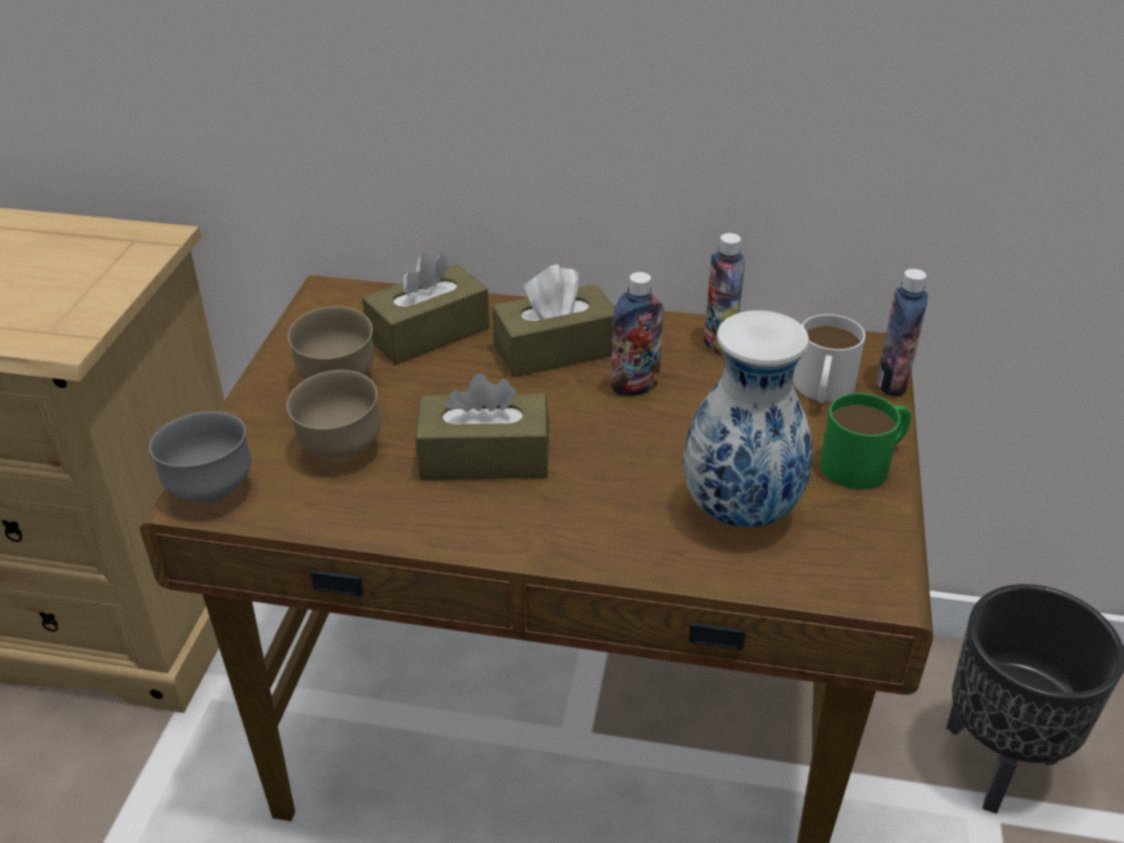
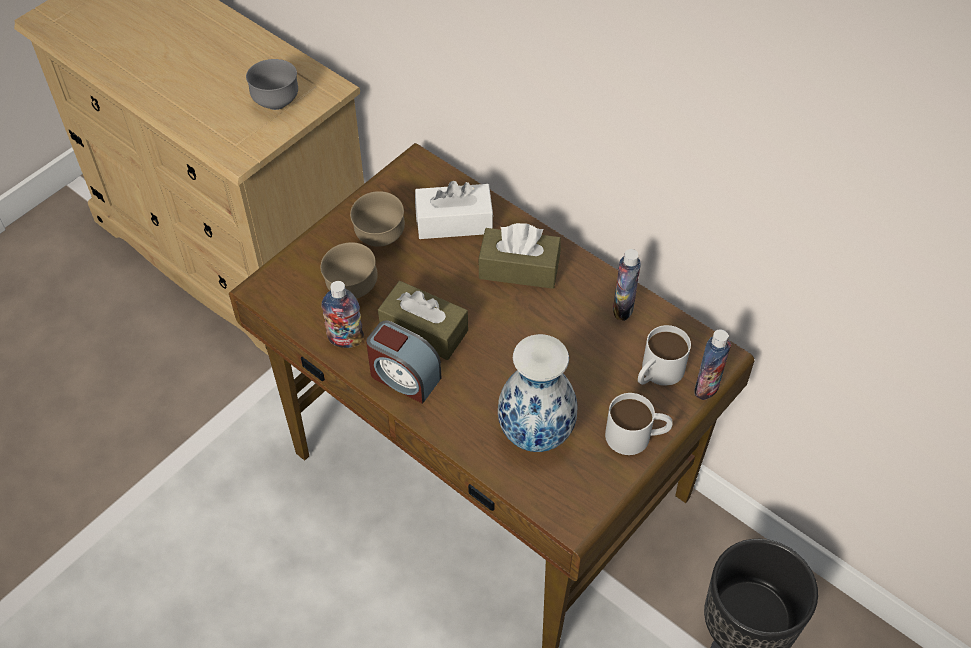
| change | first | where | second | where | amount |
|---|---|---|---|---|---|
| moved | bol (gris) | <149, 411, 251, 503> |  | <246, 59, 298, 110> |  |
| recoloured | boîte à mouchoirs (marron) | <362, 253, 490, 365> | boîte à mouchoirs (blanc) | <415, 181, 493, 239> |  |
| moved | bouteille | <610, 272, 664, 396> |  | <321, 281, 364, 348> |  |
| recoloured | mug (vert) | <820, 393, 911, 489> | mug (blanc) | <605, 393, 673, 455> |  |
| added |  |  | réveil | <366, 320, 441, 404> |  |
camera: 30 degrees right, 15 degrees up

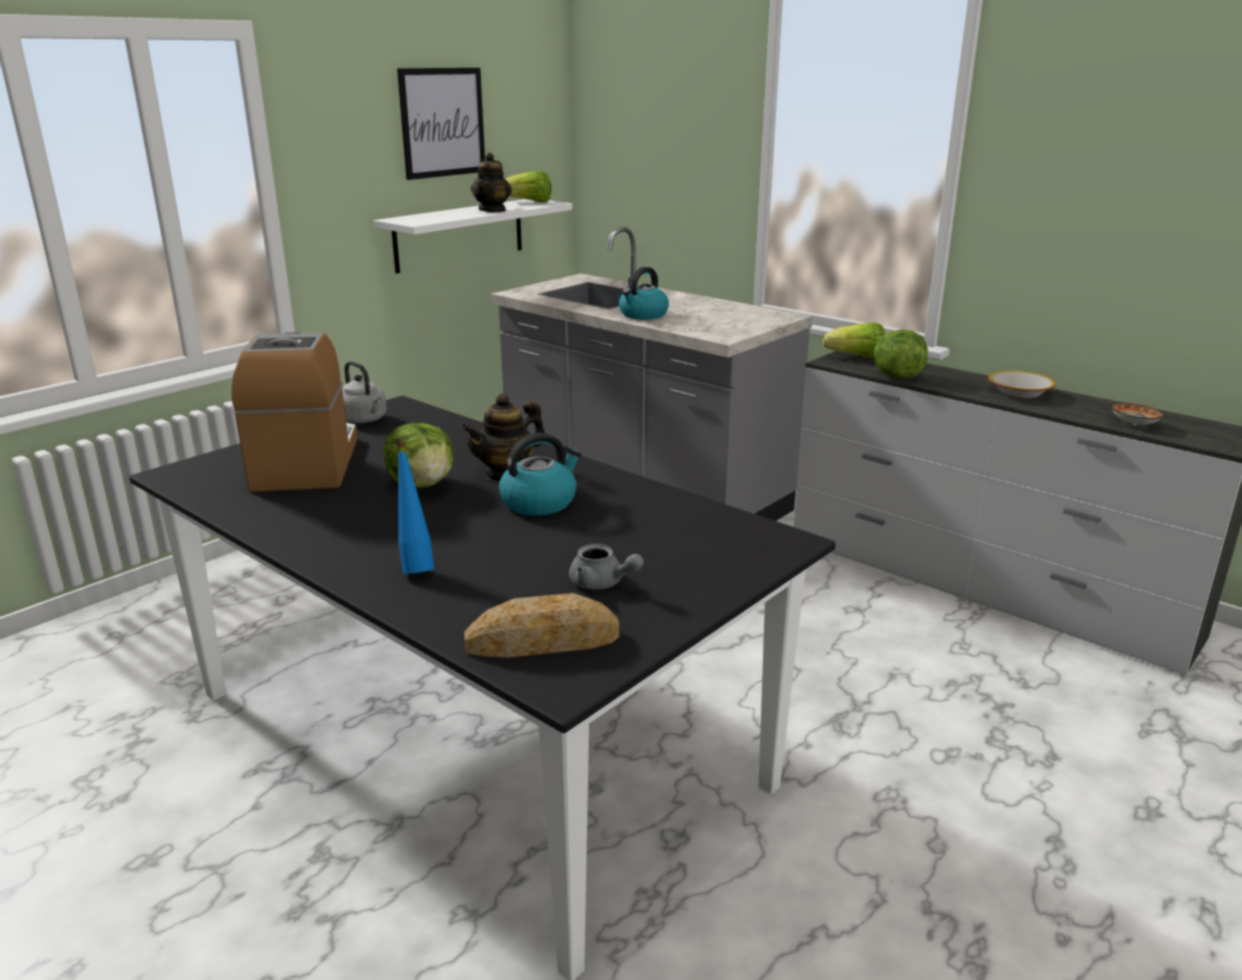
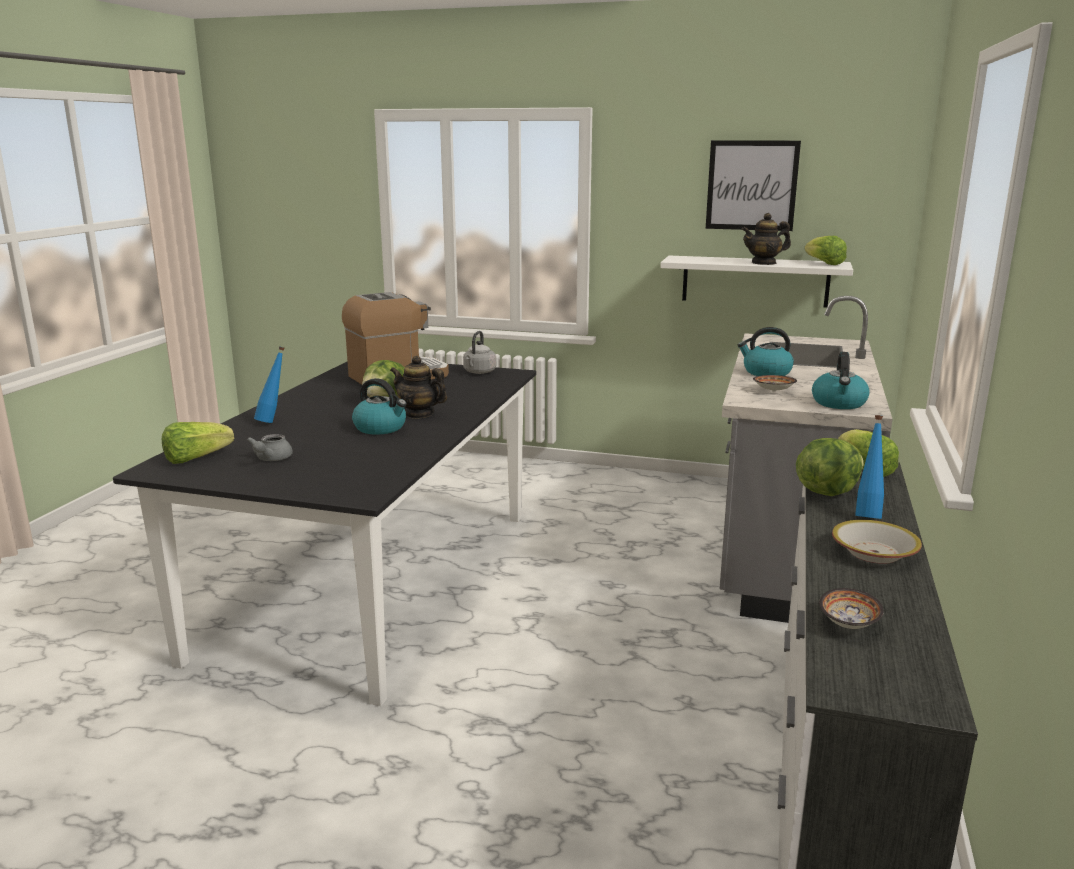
| change | first | where | second | where | amount |
|---|---|---|---|---|---|
| replaced | pain | <464, 593, 619, 658> | laitue | <162, 422, 234, 464> |  |
| added |  |  | bol | <753, 375, 797, 392> |  |
| added |  |  | bouilloire | <812, 352, 870, 409> |  |
| added |  |  | bouteille (bleu) | <855, 415, 884, 519> |  |
camera: 65 degrees right, 5 degrees down

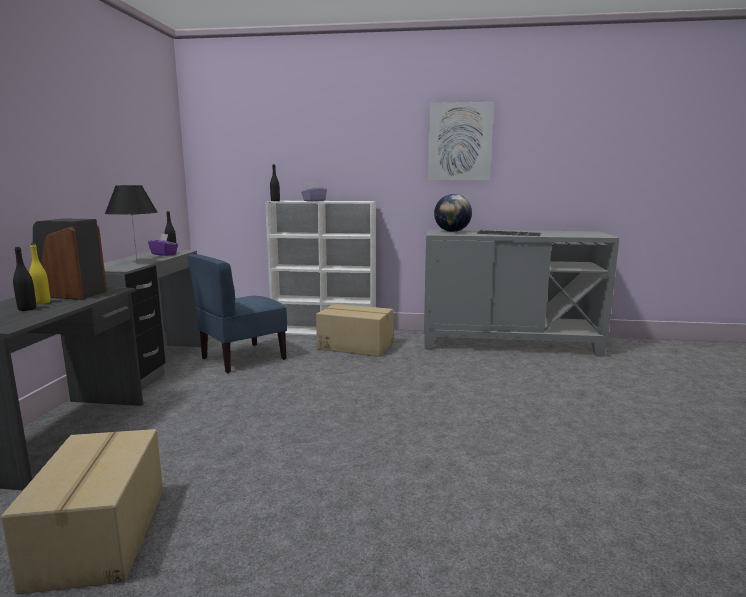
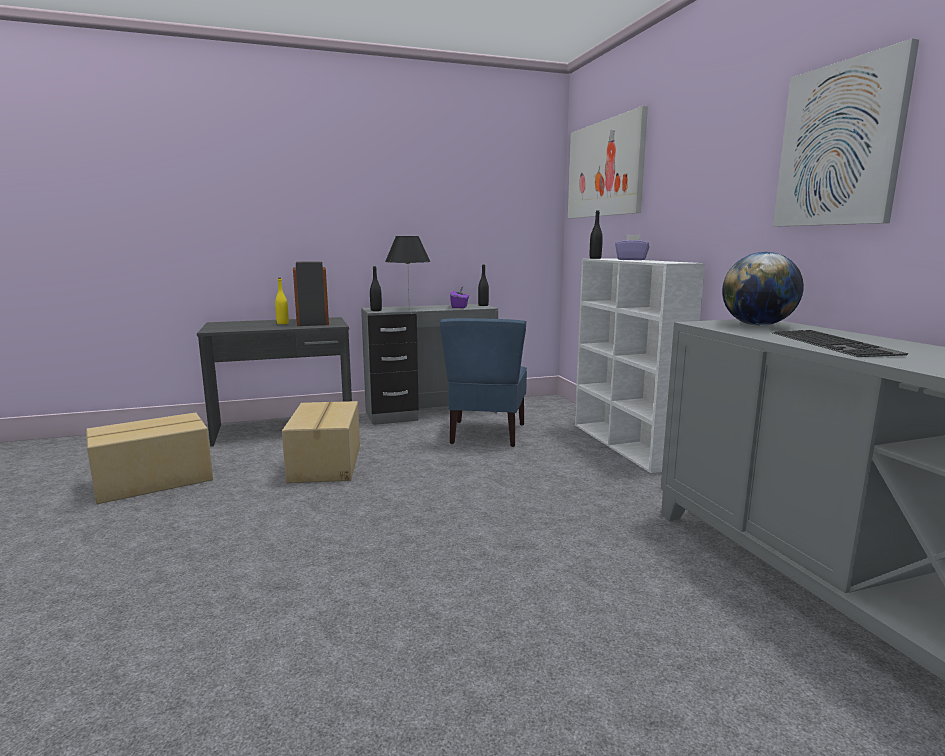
| change | first | where | second | where | amount |
|---|---|---|---|---|---|
| moved | bouteille (noir) | <13, 247, 36, 311> |  | <370, 266, 382, 311> |  |
| turned | chaise (bleu) | <187, 254, 287, 373> |  | <440, 318, 527, 447> | 105 degrees counterclockwise |
| moved | carton | <316, 304, 393, 357> |  | <282, 401, 360, 483> |  |
| added |  |  | tableau | <568, 106, 648, 218> |  |
camera: 65 degrees right, 0 degrees up

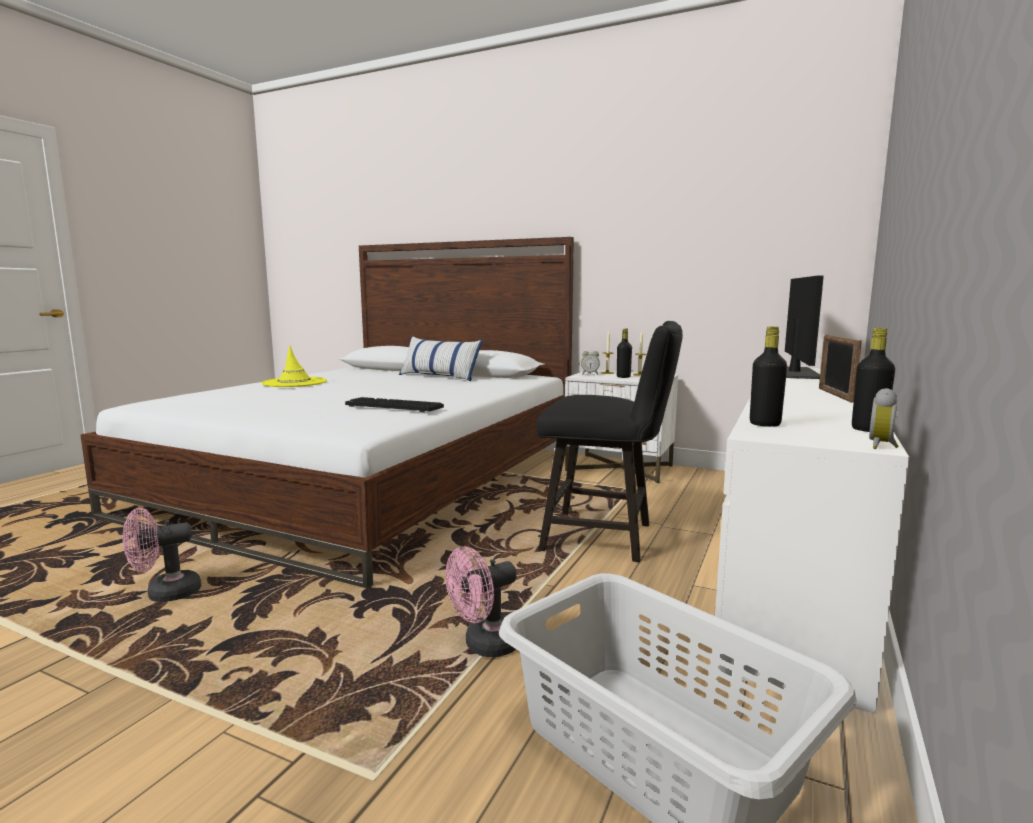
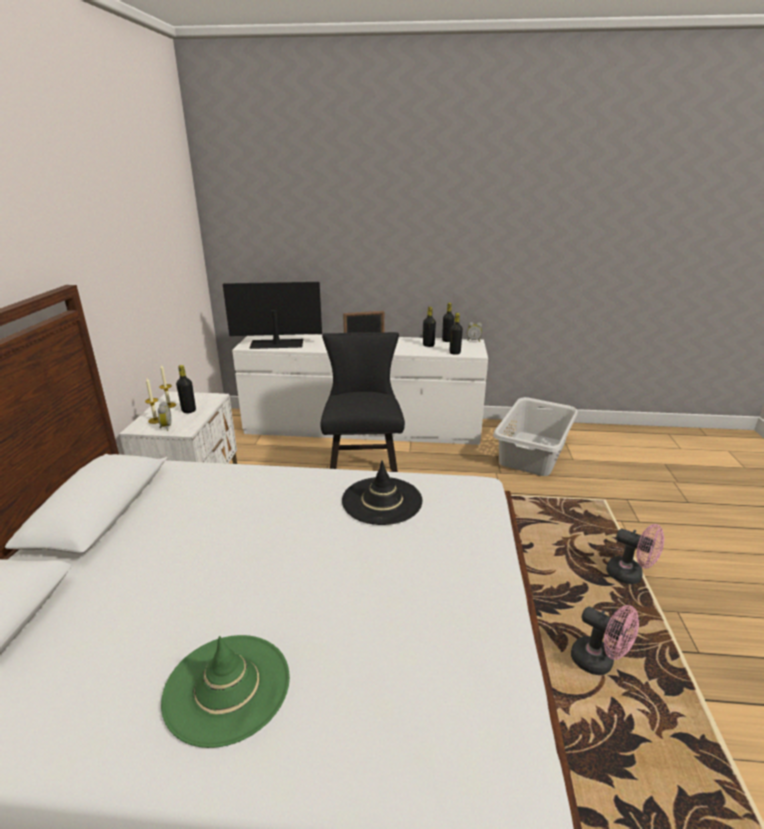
| change | first | where | second | where | amount |
|---|---|---|---|---|---|
| recoloured | chapeau (jaune) | <261, 346, 327, 387> | chapeau (vert) | <161, 635, 290, 748> |  |
| replaced | clavier | <345, 397, 444, 412> | chapeau (noir) | <342, 460, 423, 525> |  |
| removed | coussin | <399, 336, 483, 381> |  |  |  |
| moved | ventilateur (rose) | <446, 546, 517, 657> |  | <606, 524, 664, 584> |  |
| added |  |  | bouteille (noir) | <423, 307, 436, 347> |  |
camera: 110 degrees left, 15 degrees up

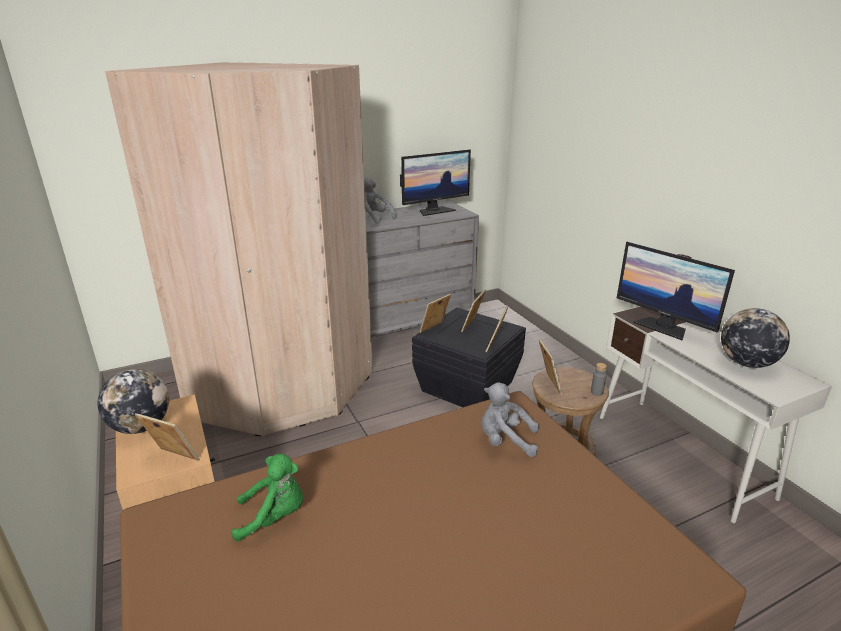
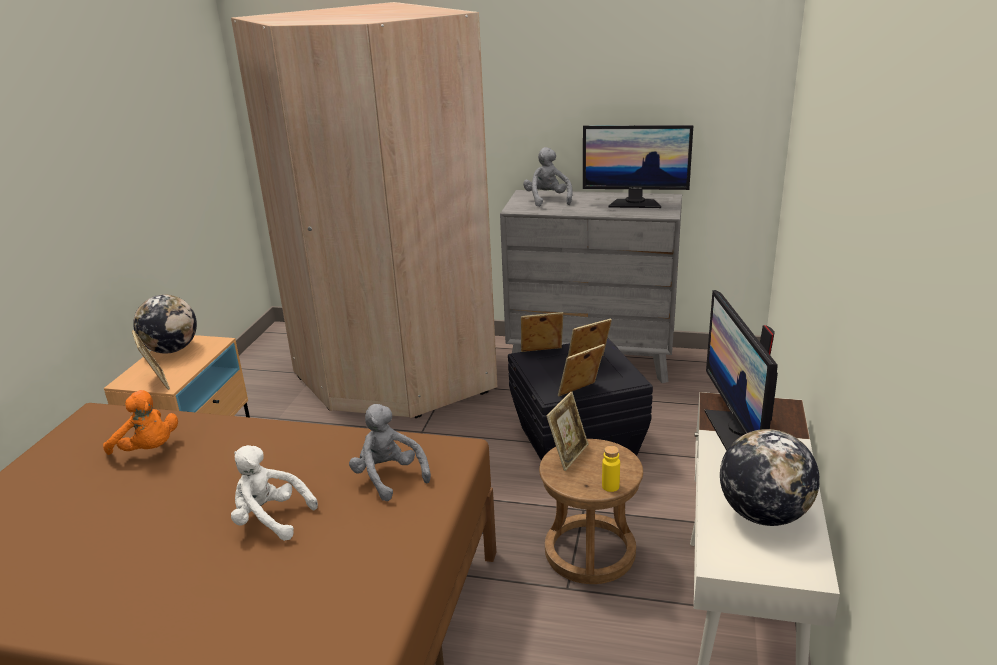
| change | first | where | second | where | amount |
|---|---|---|---|---|---|
| recoloured | peluche (vert) | <231, 454, 303, 542> | peluche (orange) | <103, 390, 178, 455> |  |
| recoloured | bouteille (gris) | <591, 363, 607, 396> | bouteille (jaune) | <602, 446, 620, 492> |  |
| added |  |  | peluche (blanc) | <231, 445, 318, 541> |  |
camera: 40 degrees right, 0 degrees up

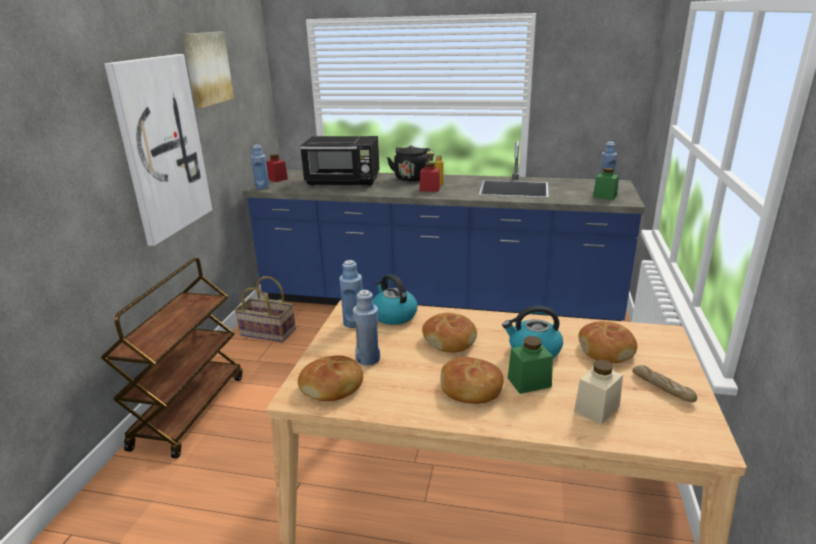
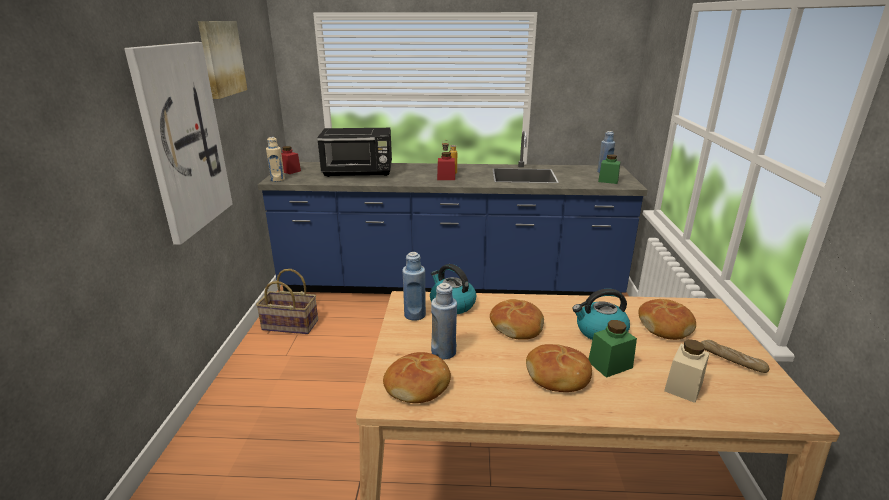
| change | first | where | second | where | amount |
|---|---|---|---|---|---|
| removed | chariot (marron) | <100, 258, 243, 459> |  |  |  |
| recoloured | bouteille (bleu) | <251, 145, 269, 190> | bouteille (beige) | <266, 137, 285, 182> |  |
| removed | bouilloire (noir) | <387, 145, 430, 182> |  |  |  |
camera: 10 degrees left, 0 degrees up

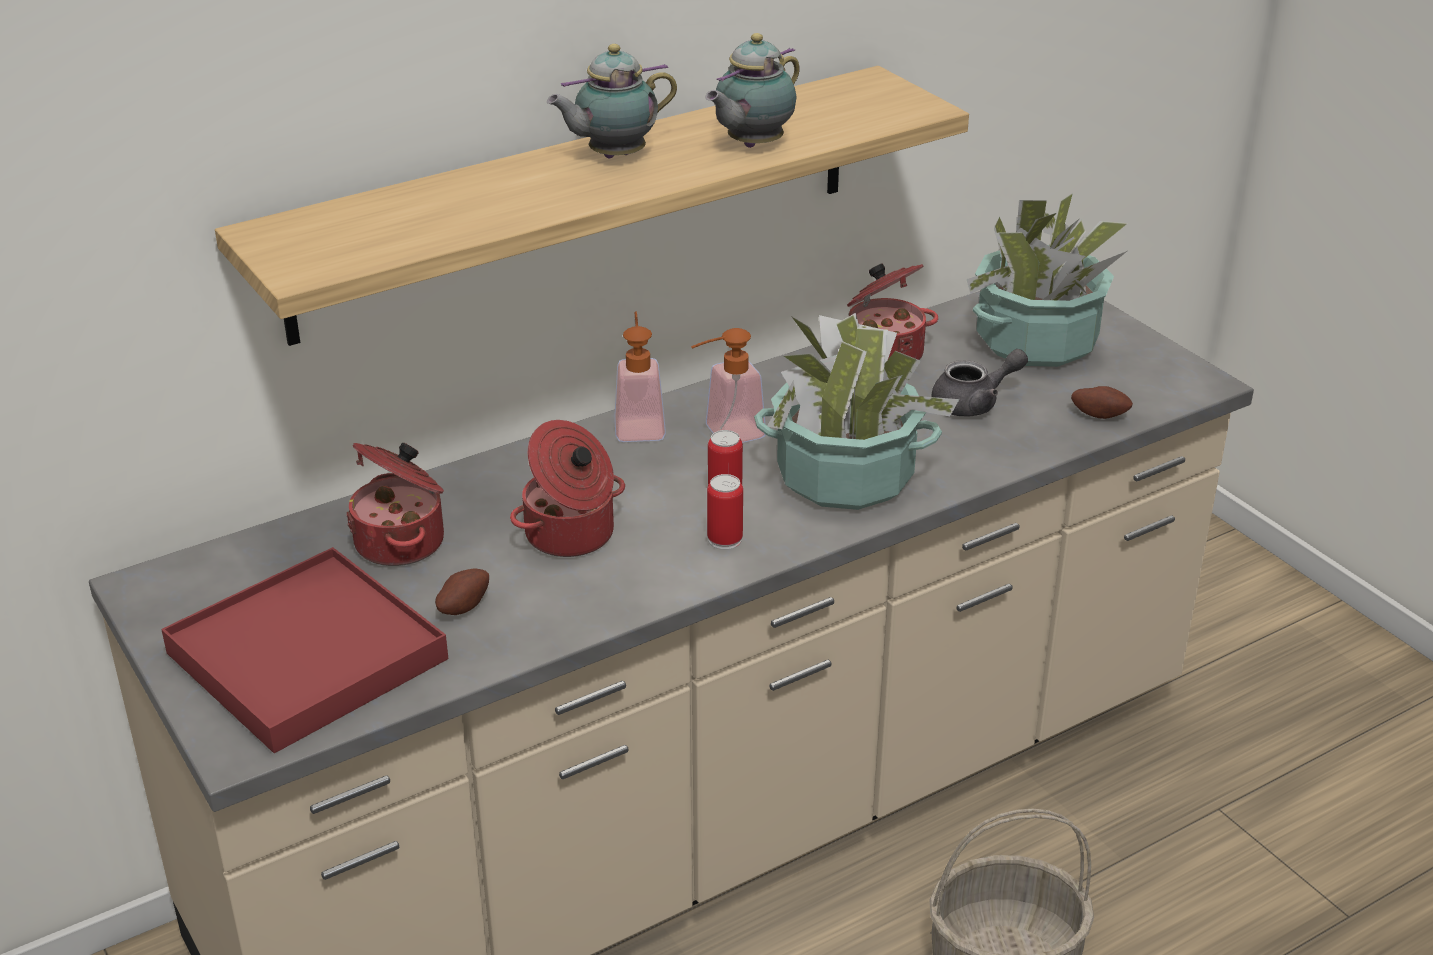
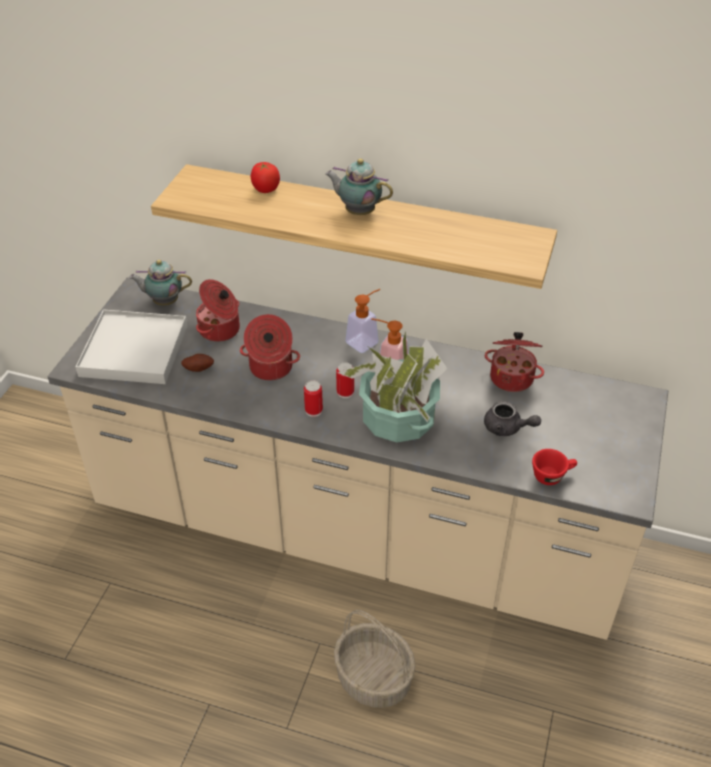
| change | first | where | second | where | amount |
|---|---|---|---|---|---|
| recoloured | plateau (rouge) | <161, 547, 448, 753> | plateau (blanc) | <75, 309, 187, 384> |  |
| moved | théière | <705, 33, 800, 148> |  | <129, 260, 192, 306> |  |
| removed | plante en pot | <967, 193, 1128, 367> |  |  |  |
| replaced | pomme de terre | <1071, 386, 1133, 419> | tasse (rouge) | <532, 449, 577, 485> |  |
| added |  |  | tomate | <251, 162, 280, 193> |  |
camera: 50 degrees right, 10 degrees up

